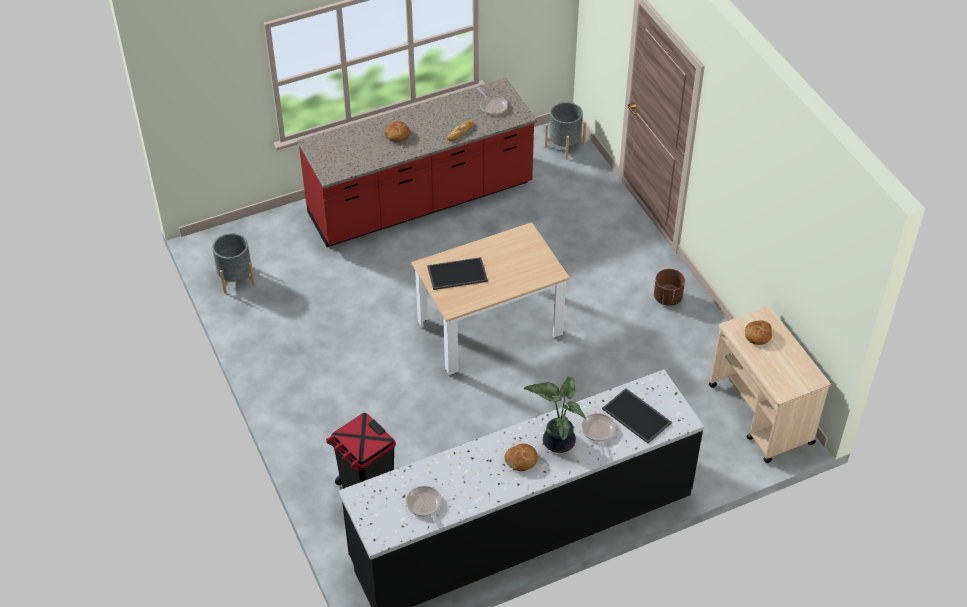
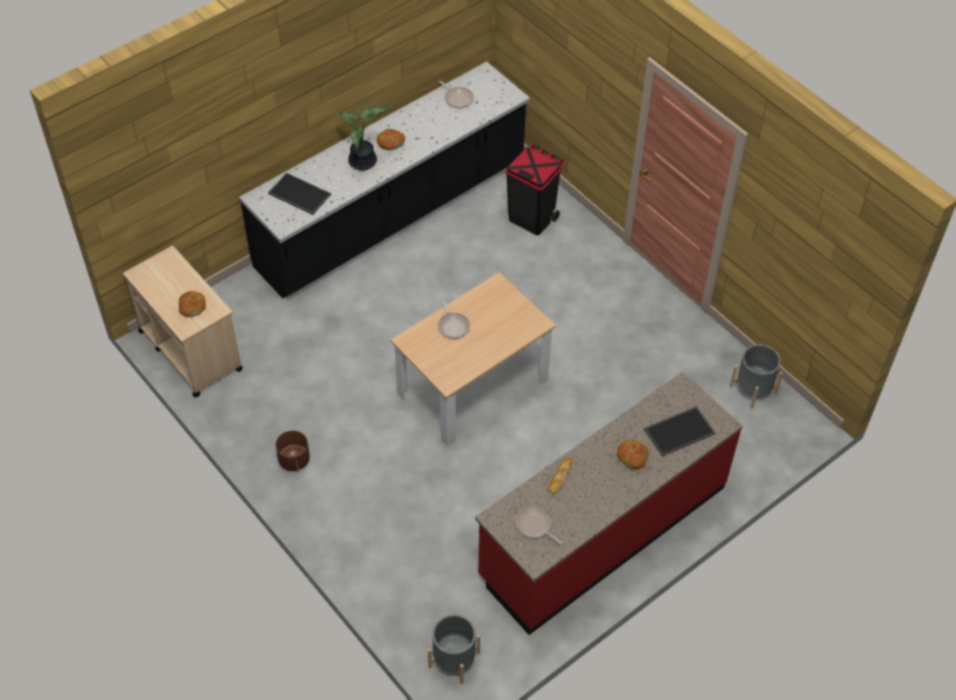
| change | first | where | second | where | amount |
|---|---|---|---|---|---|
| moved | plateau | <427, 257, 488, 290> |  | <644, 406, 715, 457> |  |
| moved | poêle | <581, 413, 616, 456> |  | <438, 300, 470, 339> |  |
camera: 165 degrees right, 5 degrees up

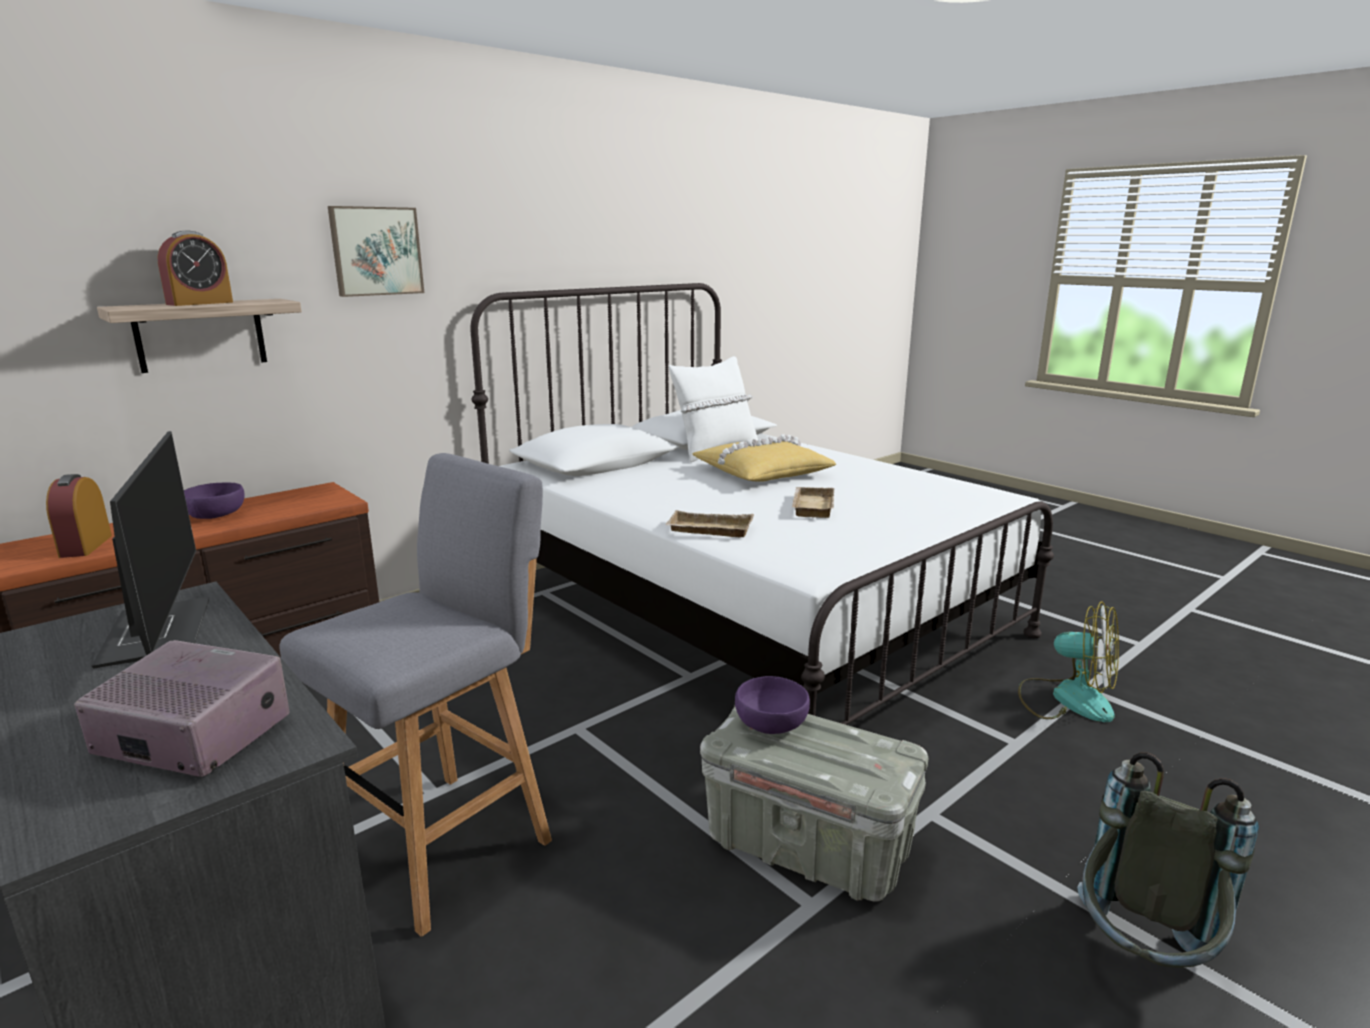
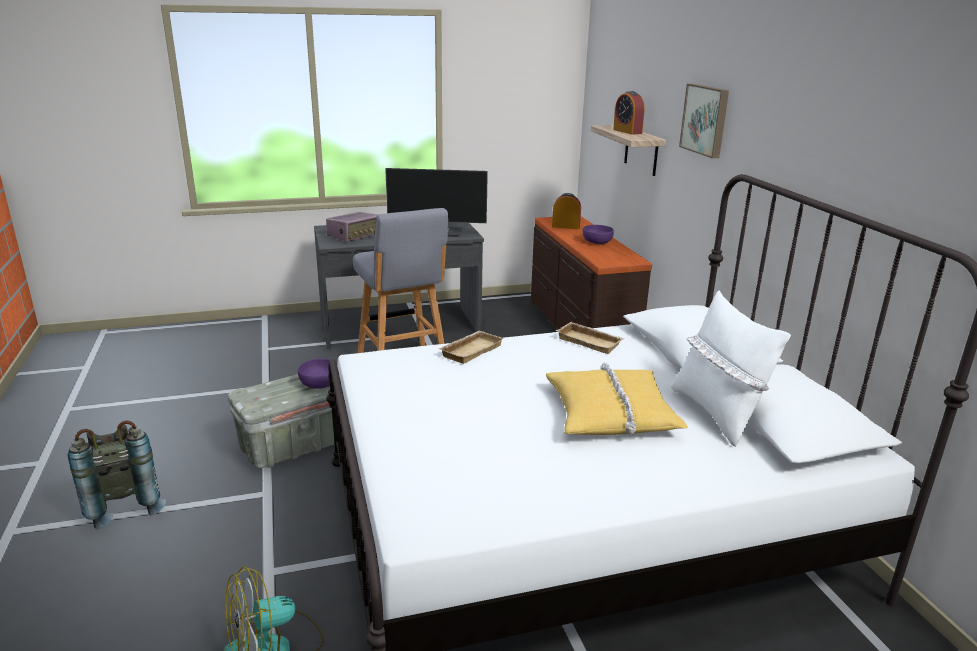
| change | first | where | second | where | amount |
|---|---|---|---|---|---|
| moved | plateau (beige) | <792, 487, 834, 518> |  | <556, 322, 624, 354> |  |
camera: 115 degrees right, 5 degrees up

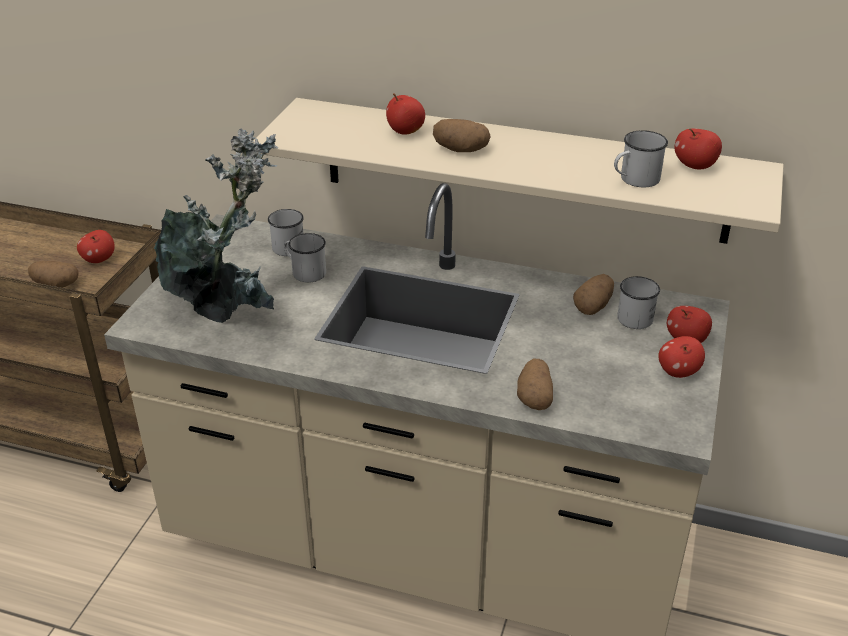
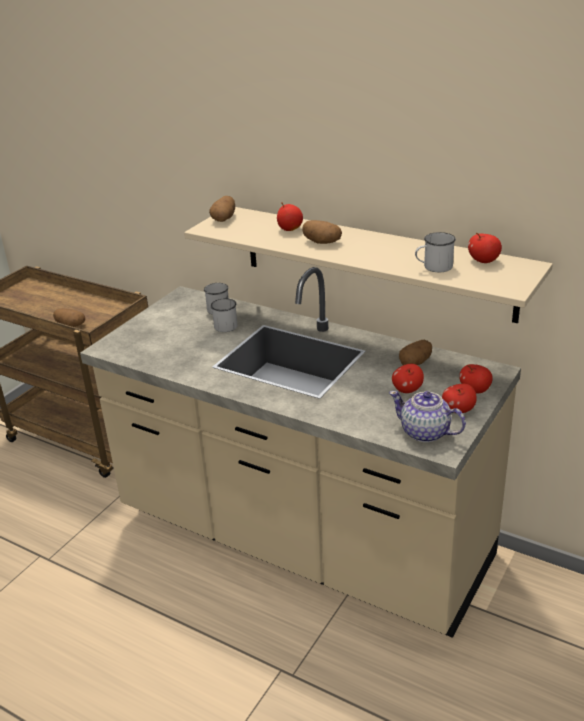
| change | first | where | second | where | amount |
|---|---|---|---|---|---|
| moved | pomme | <77, 230, 115, 263> |  | <392, 364, 424, 393> |  |
| removed | plante en pot | <154, 128, 278, 323> |  |  |  |
| moved | pomme de terre | <517, 359, 553, 410> |  | <209, 196, 235, 222> |  |
| removed | mug (blanc) | <617, 276, 660, 329> |  |  |  |
| added |  |  | théière | <389, 391, 466, 442> |  |
camera: 15 degrees right, 5 degrees down

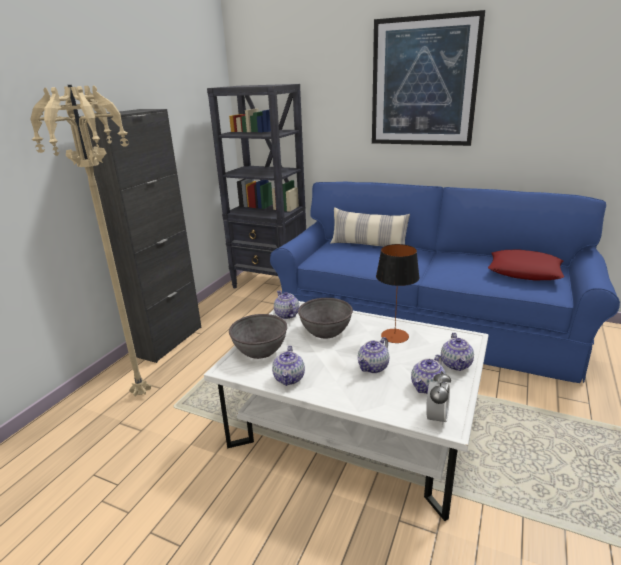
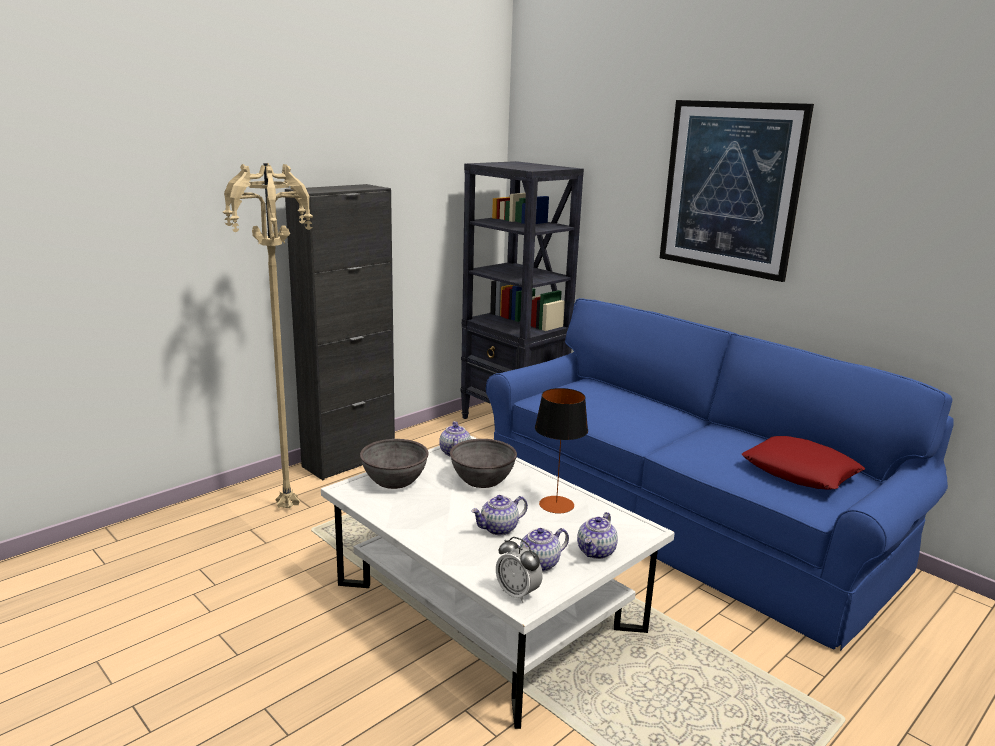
| change | first | where | second | where | amount |
|---|---|---|---|---|---|
| removed | théière | <272, 345, 305, 386> |  |  |  |
| removed | coussin | <330, 207, 410, 247> |  |  |  |
| turned | réveil | <426, 371, 451, 427> |  | <496, 537, 543, 603> | 90 degrees clockwise |
camera: 20 degrees right, 5 degrees down

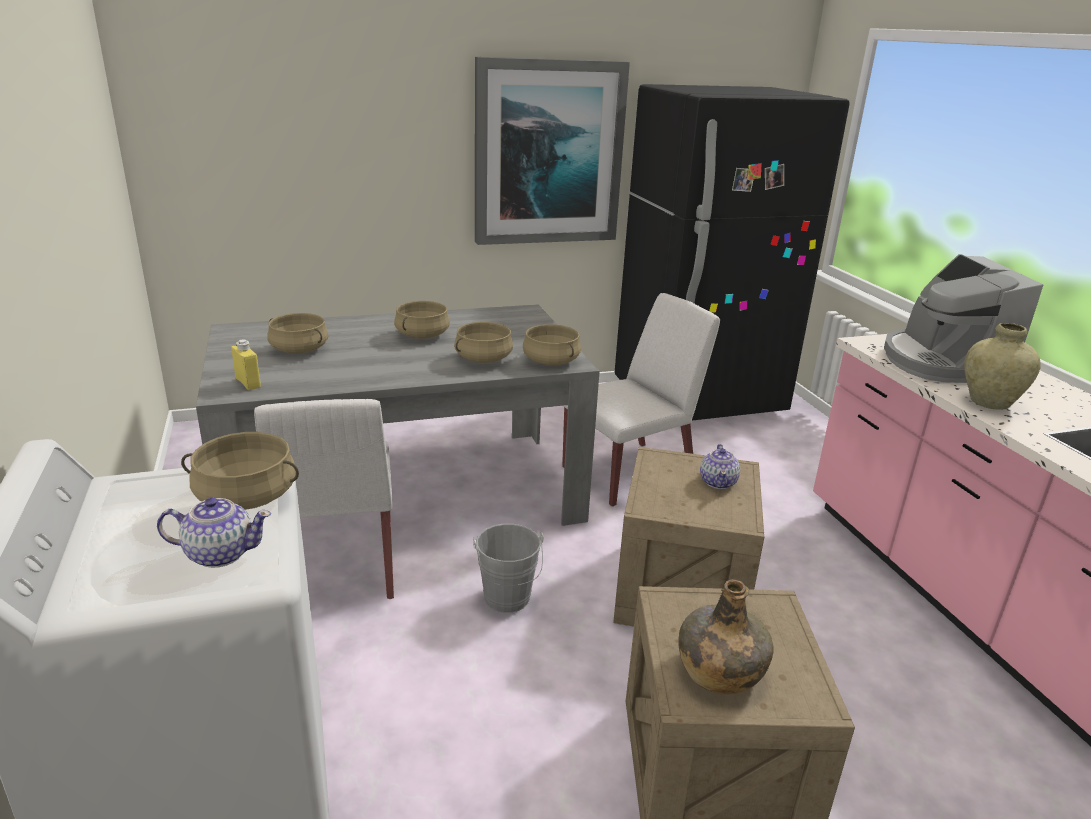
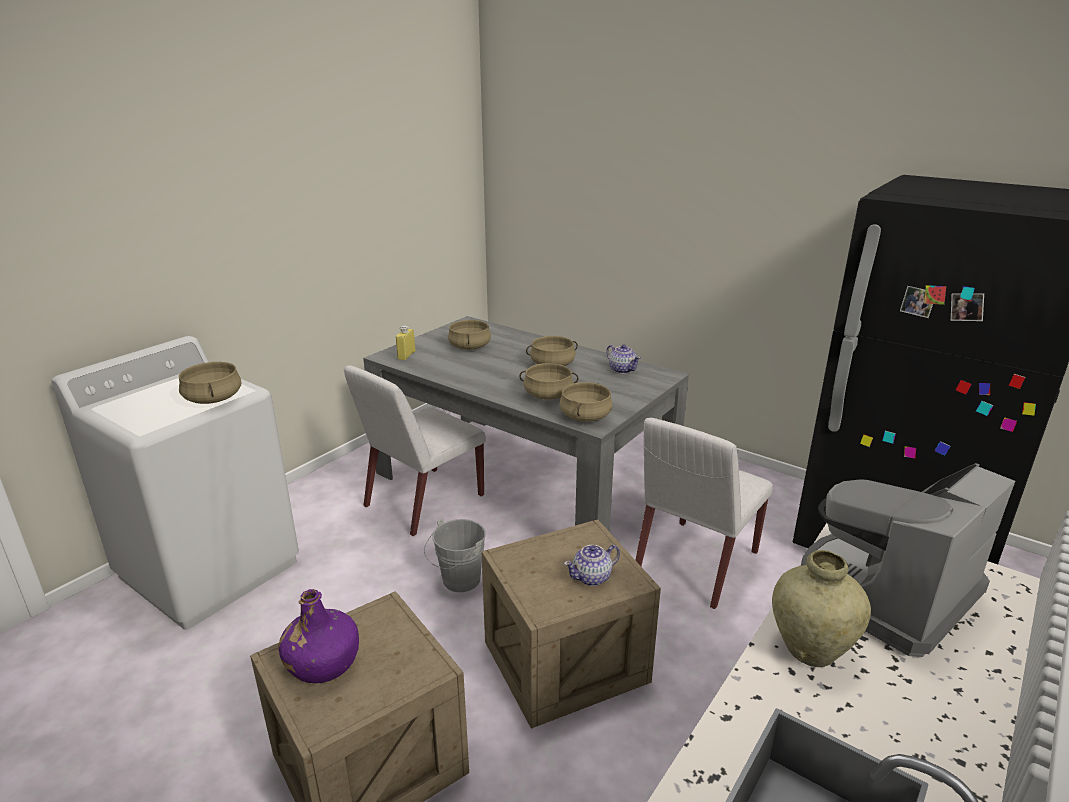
| change | first | where | second | where | amount |
|---|---|---|---|---|---|
| moved | théière | <157, 497, 271, 568> |  | <606, 344, 641, 374> |  |
| removed | tableau | <475, 57, 630, 245> |  |  |  |
| turned | chaise (blanc) | <562, 293, 720, 507> |  | <636, 418, 773, 609> | 105 degrees clockwise |
| recoloured | bouteille (vert) | <678, 579, 774, 694> | bouteille (violet) | <279, 589, 359, 683> |  |
camera: 55 degrees right, 0 degrees up

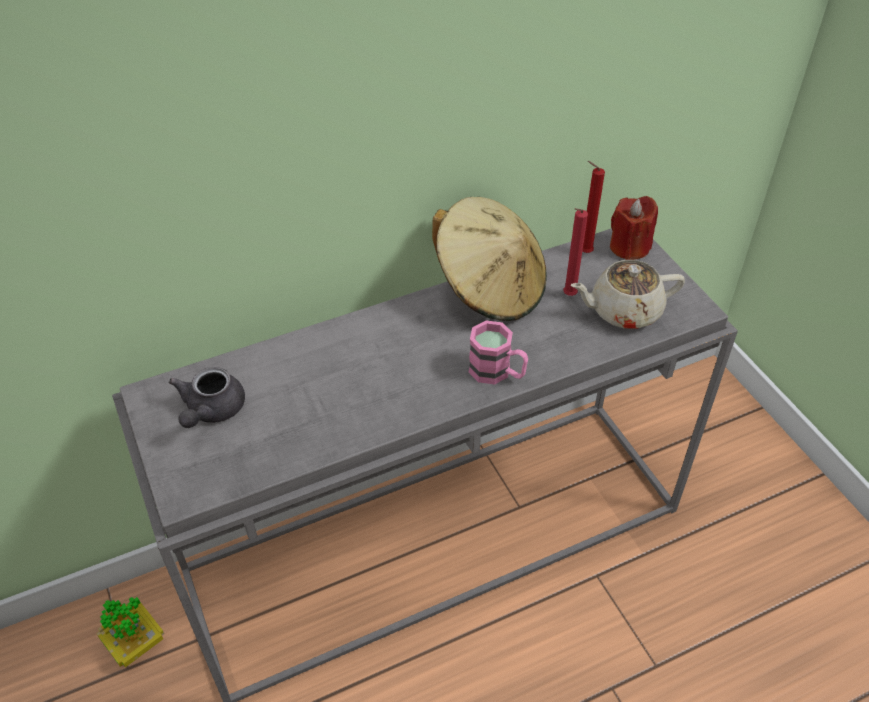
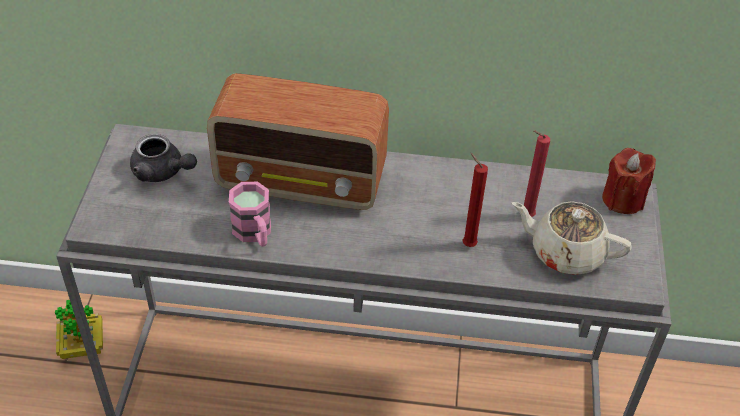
| change | first | where | second | where | amount |
|---|---|---|---|---|---|
| turned | théière (gris) | <169, 367, 245, 428> |  | <130, 134, 197, 182> | 105 degrees counterclockwise |
| removed | chapeau (beige) | <432, 197, 547, 321> |  |  |  |
| moved | mug (rose) | <469, 320, 528, 385> |  | <229, 182, 271, 247> |  |
| moved | bougie (rouge) | <583, 161, 605, 253> |  | <463, 153, 488, 247> |  |
| added |  |  | radio | <207, 73, 389, 210> |  |
camera: 30 degrees right, 0 degrees up

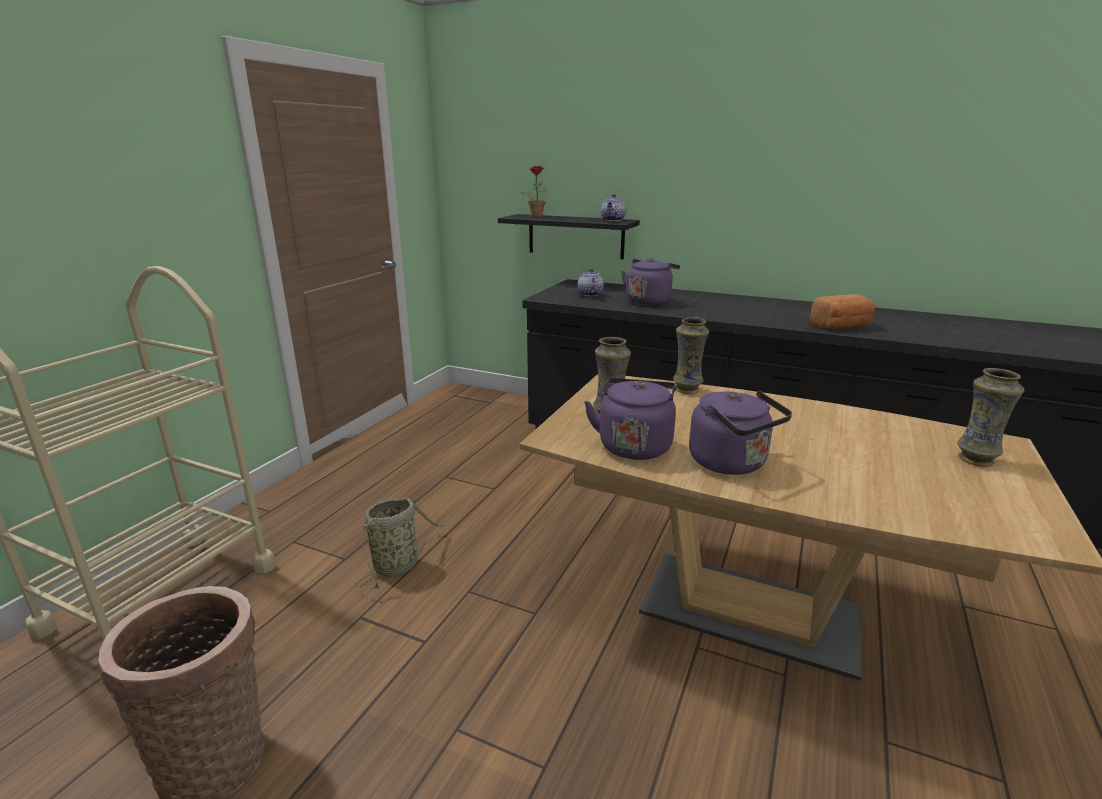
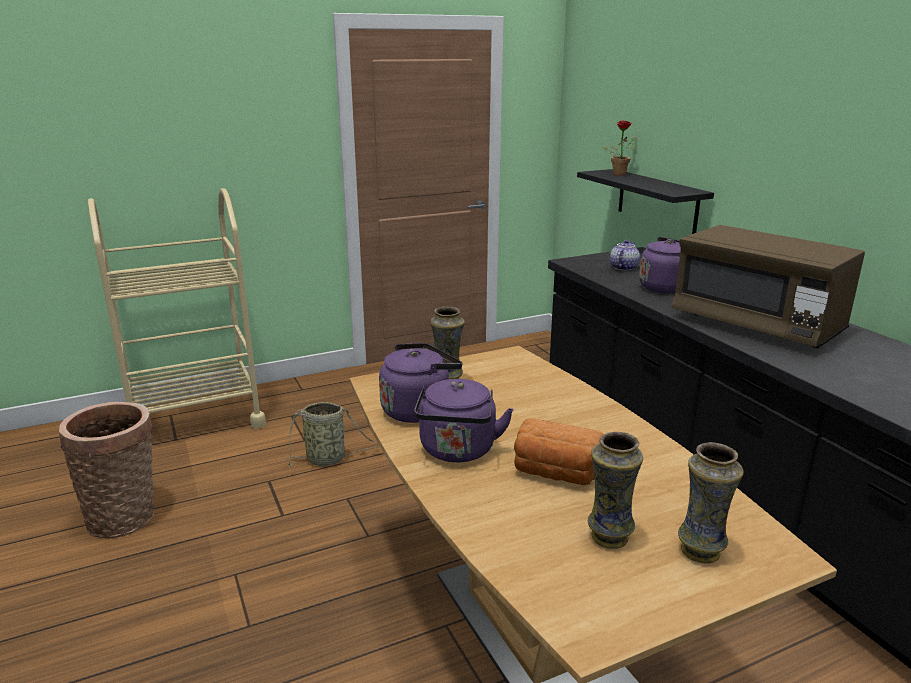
| change | first | where | second | where | amount |
|---|---|---|---|---|---|
| removed | théière | <601, 194, 626, 221> |  |  |  |
| moved | vase | <673, 317, 709, 394> |  | <588, 432, 643, 549> |  |
| moved | pain | <810, 294, 876, 329> |  | <514, 418, 604, 485> |  |
| added |  |  | micro-ondes (marron) | <671, 225, 865, 348> |  |
camera: 40 degrees right, 0 degrees up

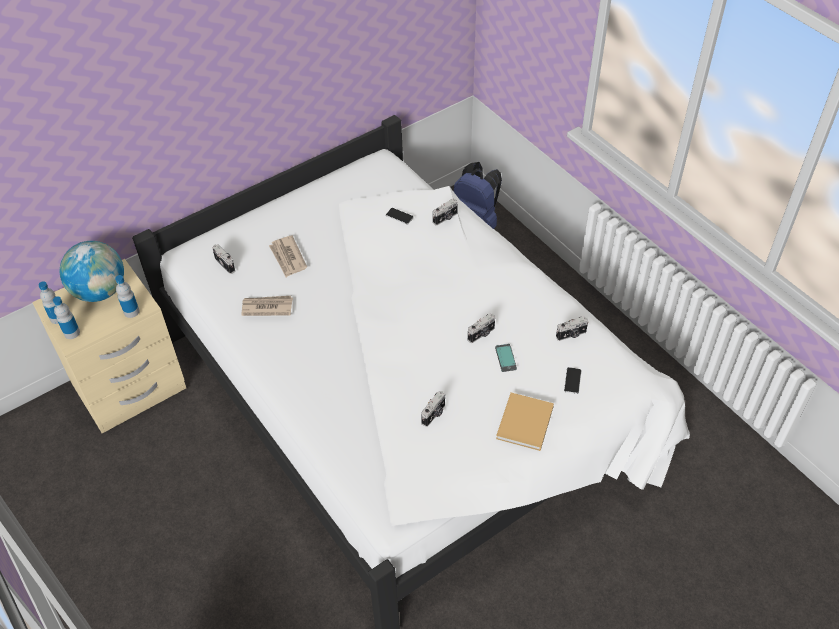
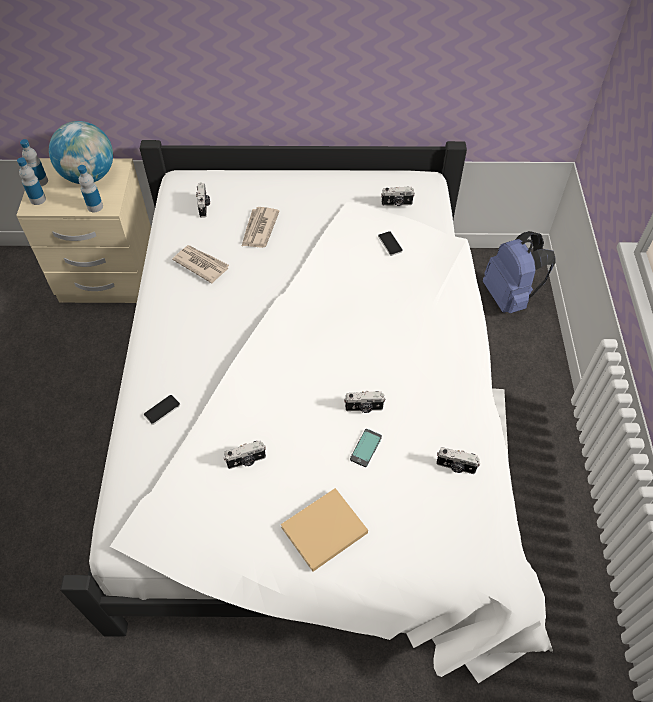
| change | first | where | second | where | amount |
|---|---|---|---|---|---|
| moved | appareil photo | <433, 199, 458, 226> |  | <381, 186, 415, 206> |  |
| moved | téléphone | <564, 367, 581, 394> |  | <144, 395, 180, 425> |  |
camera: 35 degrees right, 5 degrees up

